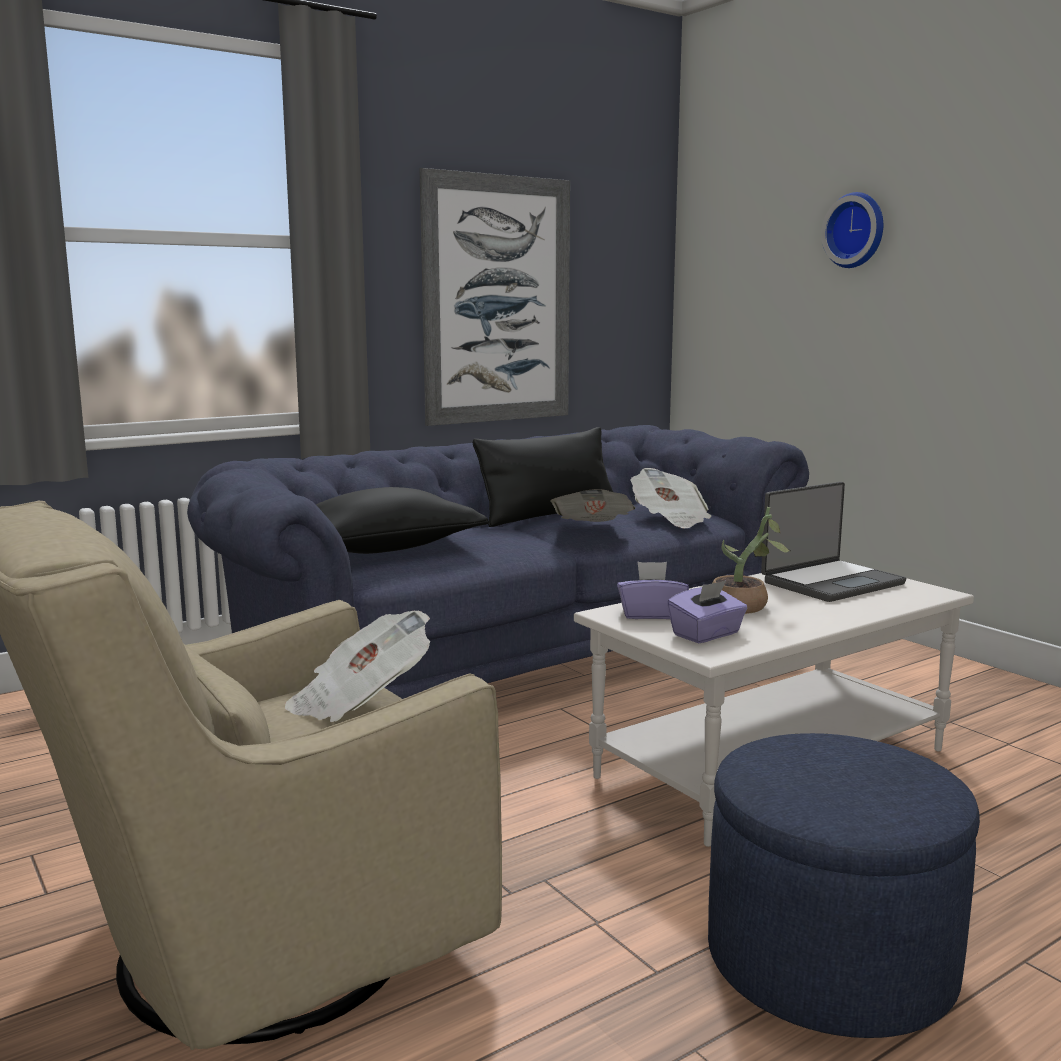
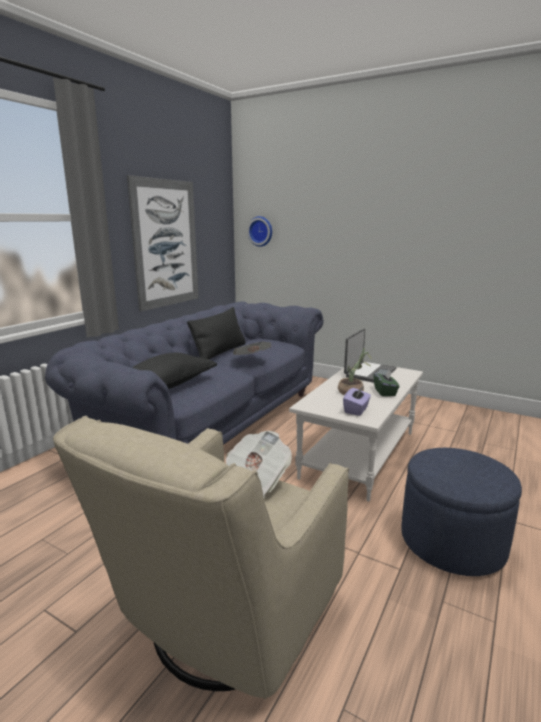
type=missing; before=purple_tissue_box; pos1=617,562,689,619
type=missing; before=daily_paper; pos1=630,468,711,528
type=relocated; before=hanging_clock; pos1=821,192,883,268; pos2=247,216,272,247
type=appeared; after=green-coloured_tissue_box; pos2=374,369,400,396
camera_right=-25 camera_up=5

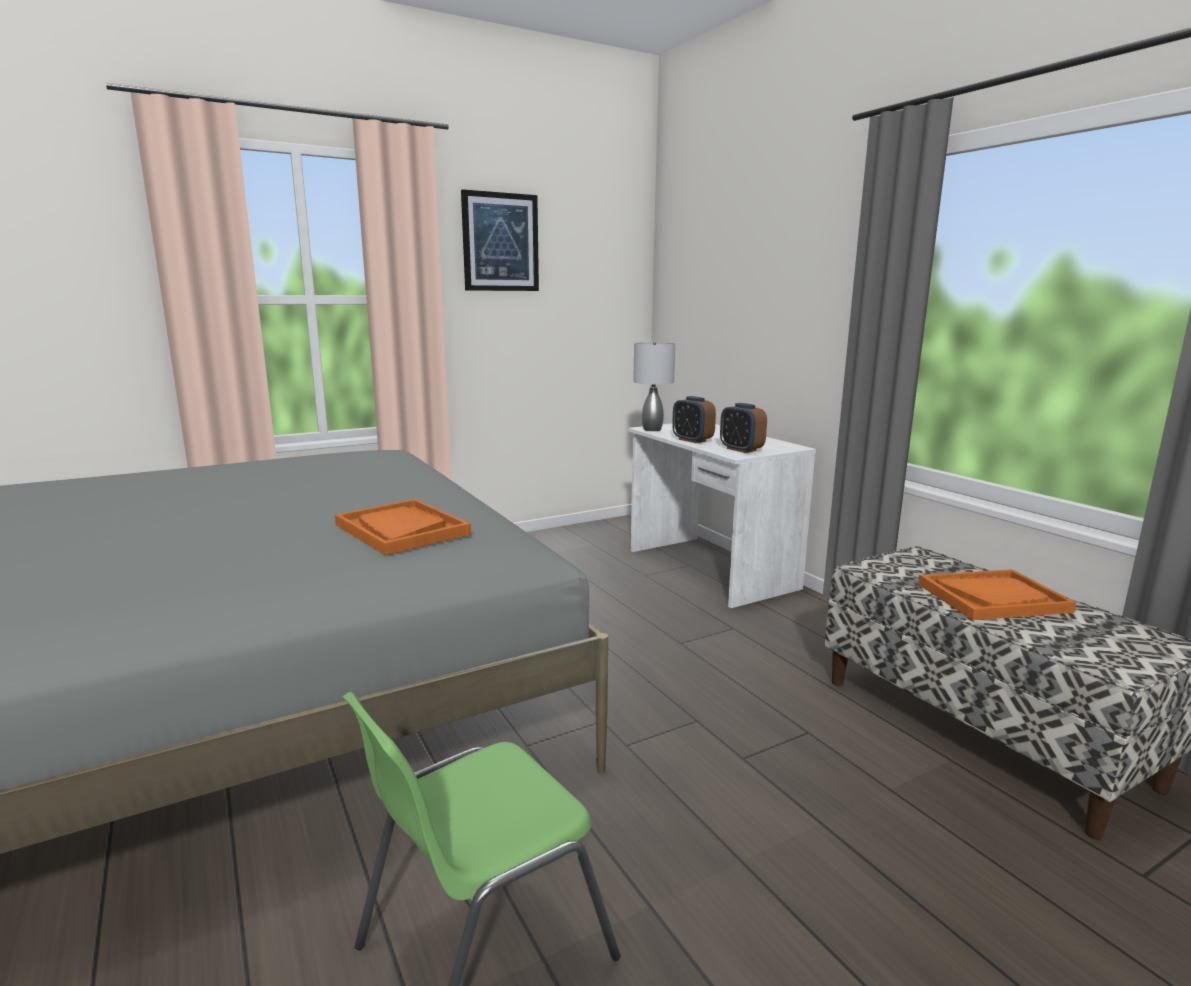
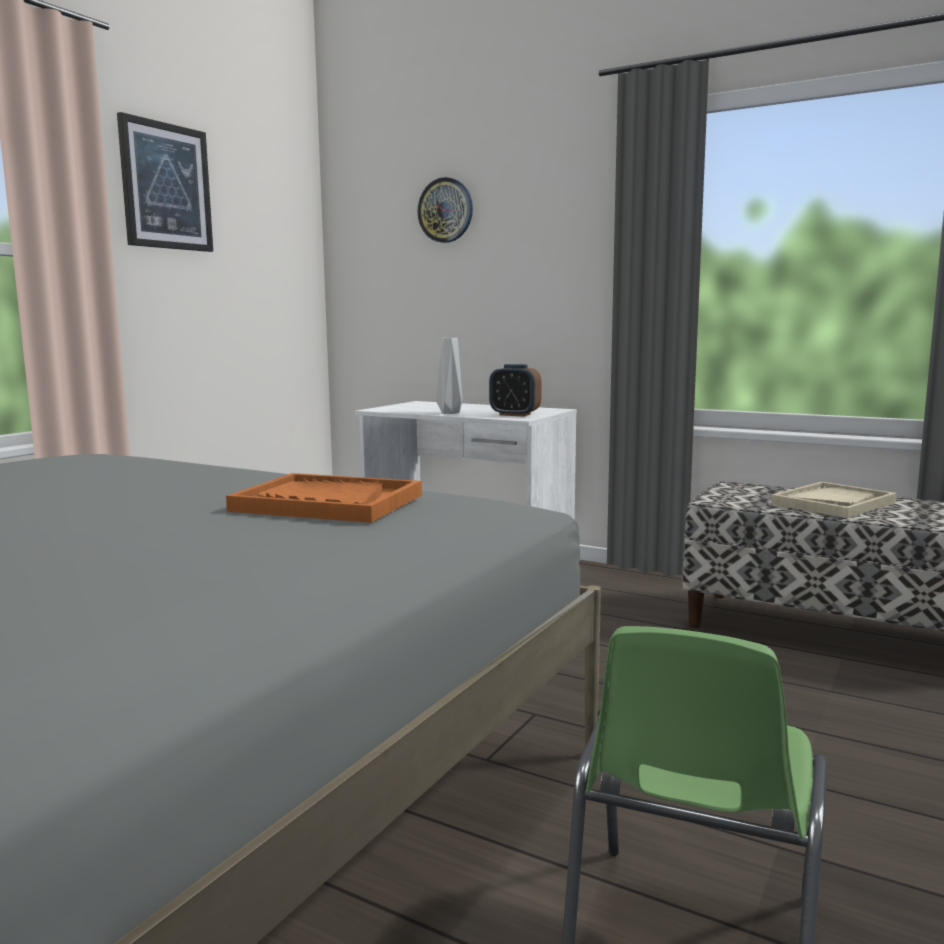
type=missing; before=grey_lamp_for_a_table; pos1=633,342,675,431
type=exchanged; before=alarm_clock; after=grey_vase; pos1=672,396,716,443; pos2=436,338,463,414
type=colour; before=orangey_tray; after=beige_tray; pos1=918,569,1076,620; pos2=771,482,897,518
type=appeared; after=hanging_clock; pos2=417,177,473,243
camera_right=-30 camera_up=-5

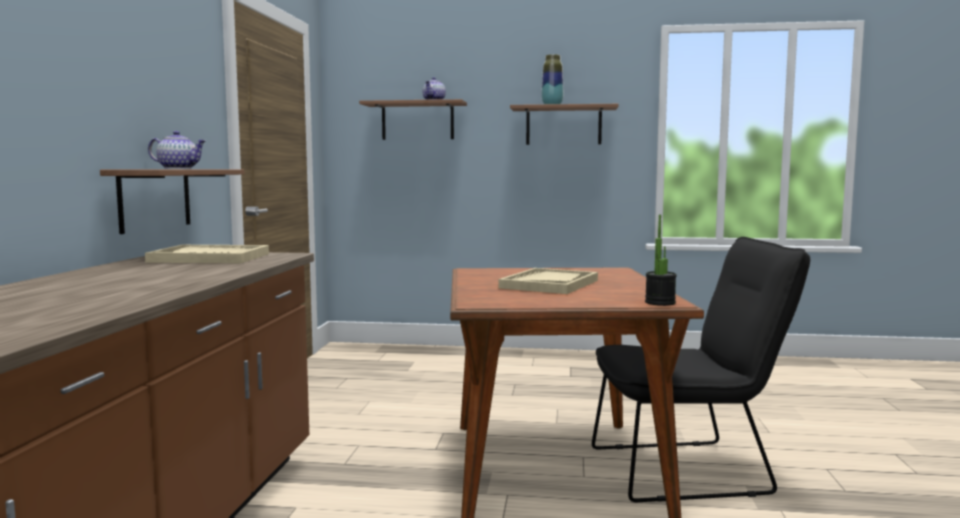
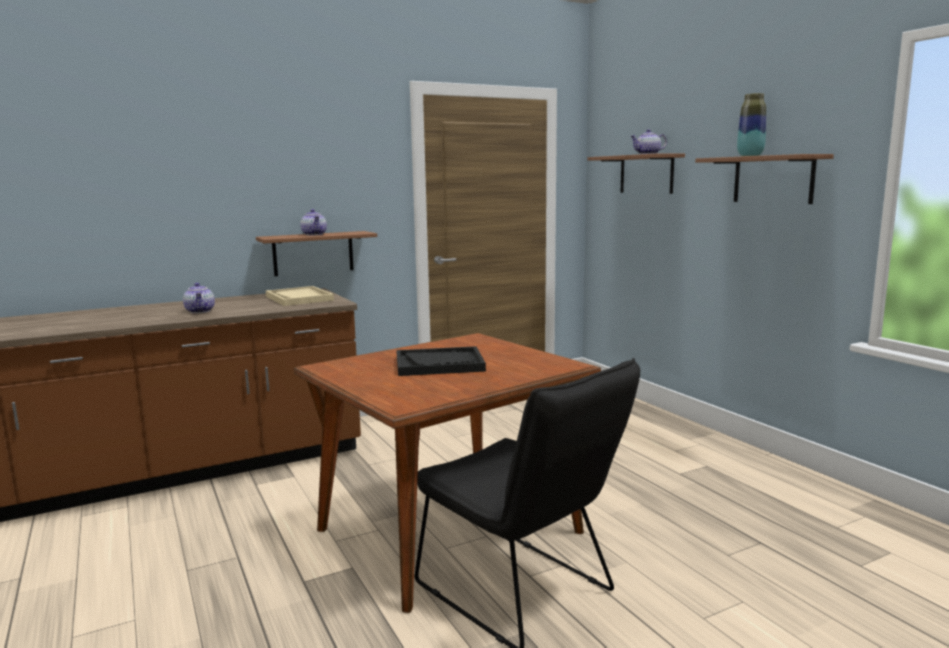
type=colour; before=beige_tray; after=black_tray; pos1=499,268,598,294; pos2=396,346,486,376
type=missing; before=plant_in_a_pot; pos1=645,215,677,306
type=appeared; after=pot_for_tea; pos2=183,283,215,313
camera_right=55 camera_up=5

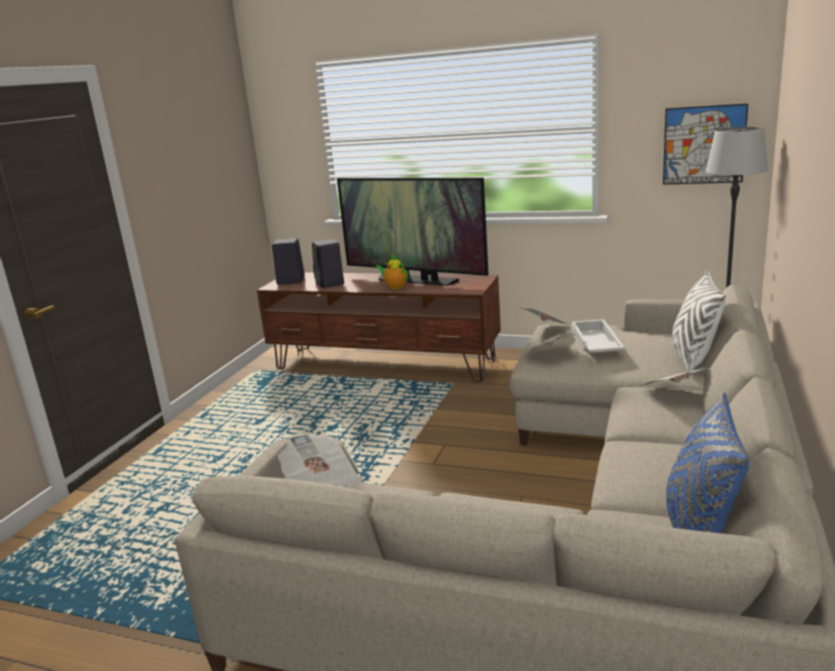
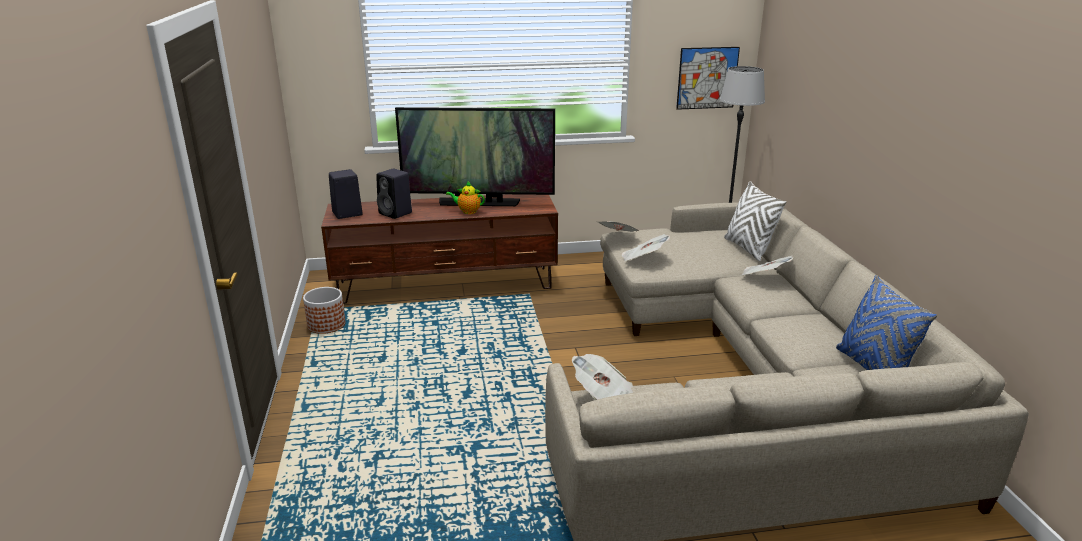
type=missing; before=white_tray; pos1=572,319,625,353
type=appeared; after=plant_pot; pos2=303,287,346,334
camera_right=-30 camera_up=5

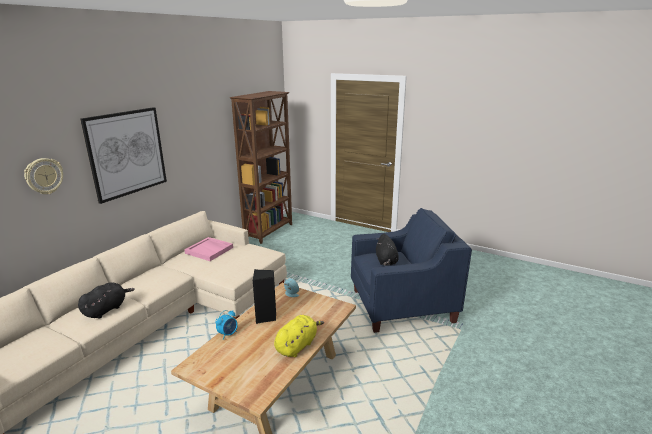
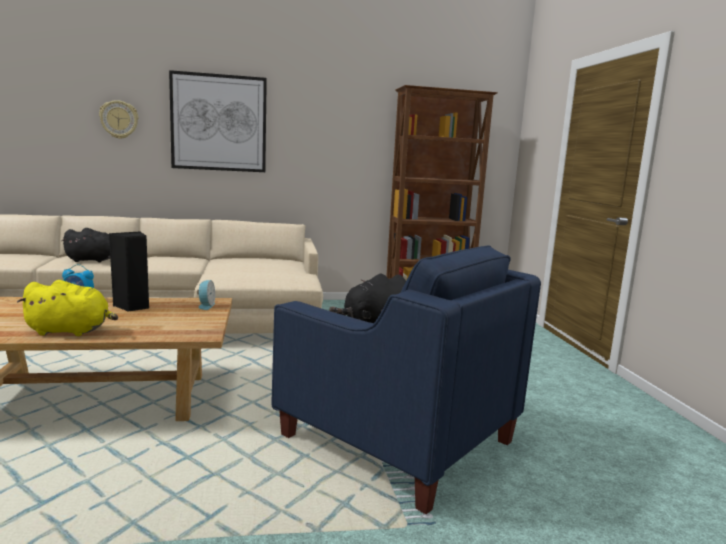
type=missing; before=pink-coloured_tray; pos1=184,237,233,261
camera_right=50 camera_up=-10

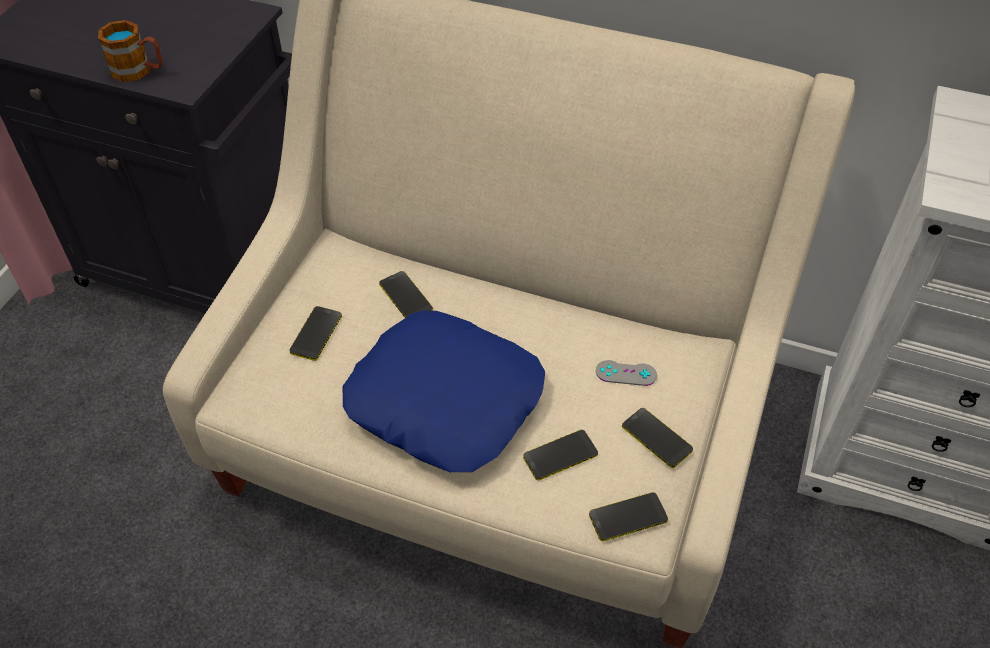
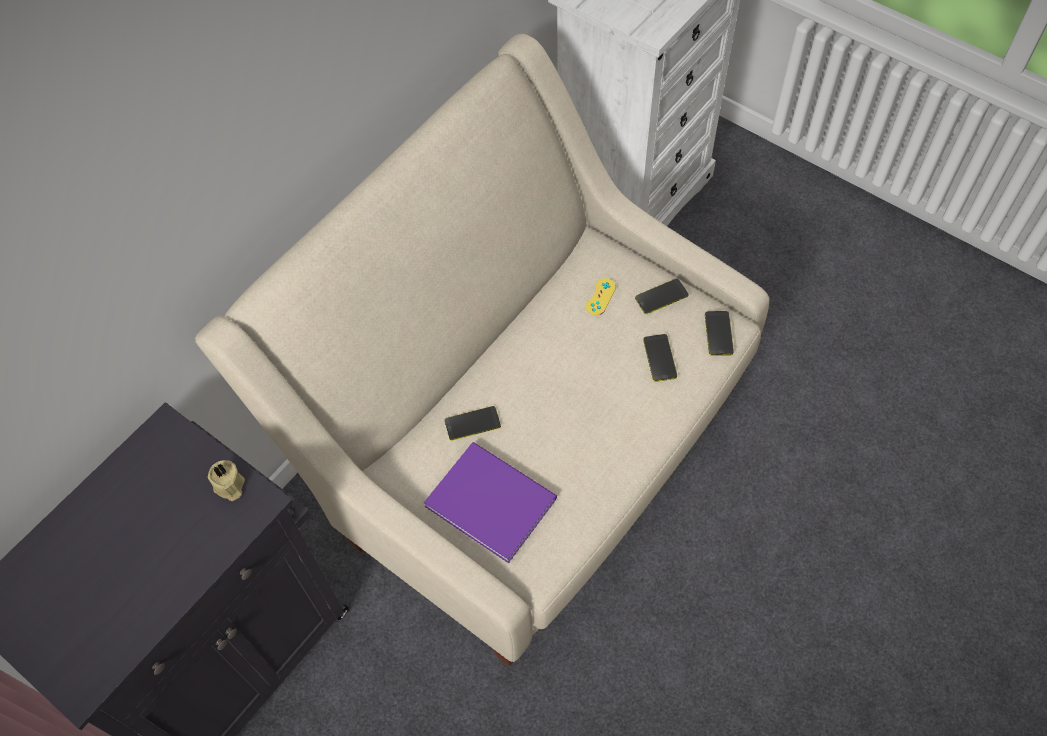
type=missing; before=coffee_mug; pos1=98,20,162,82
type=exchanged; before=phone; after=purple_volume; pos1=289,306,342,361; pos2=424,442,557,563
type=missing; before=bluish_throw_pillow; pos1=343,311,545,472
type=colour; before=grey_game_controller; after=yellowish_game_controller; pos1=596,360,657,386; pos2=586,278,616,315
type=appeared; after=beige_wax_candle; pos2=208,460,245,501
camera_right=-70 camera_up=10

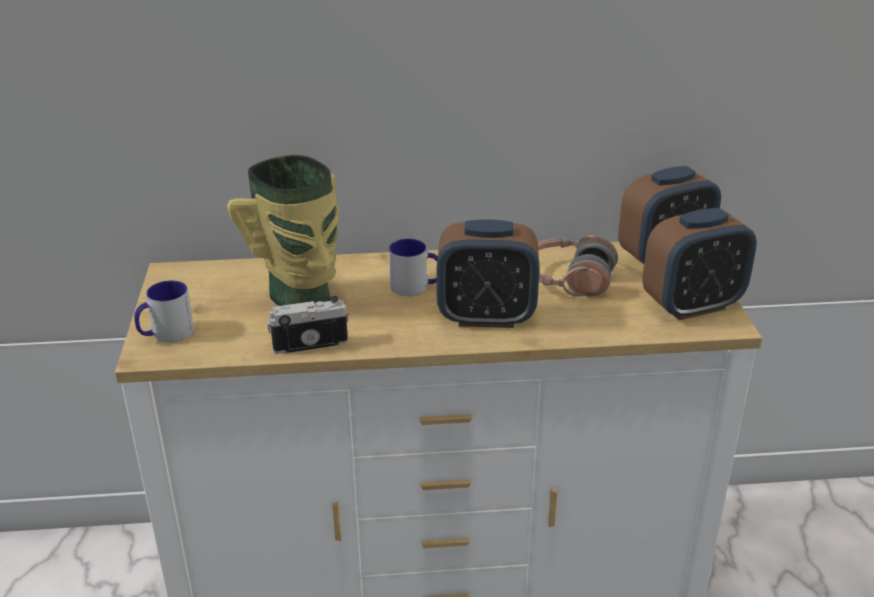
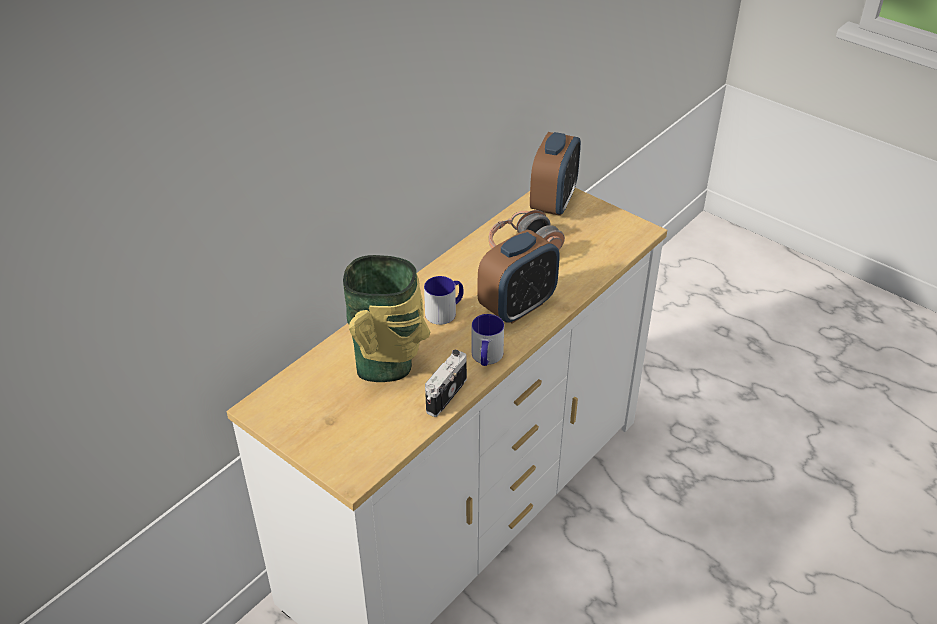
type=relocated; before=coffee_mug; pos1=134,280,194,343; pos2=472,314,504,366
type=missing; before=alarm_clock; pos1=642,208,757,320
camera_right=-45 camera_up=10

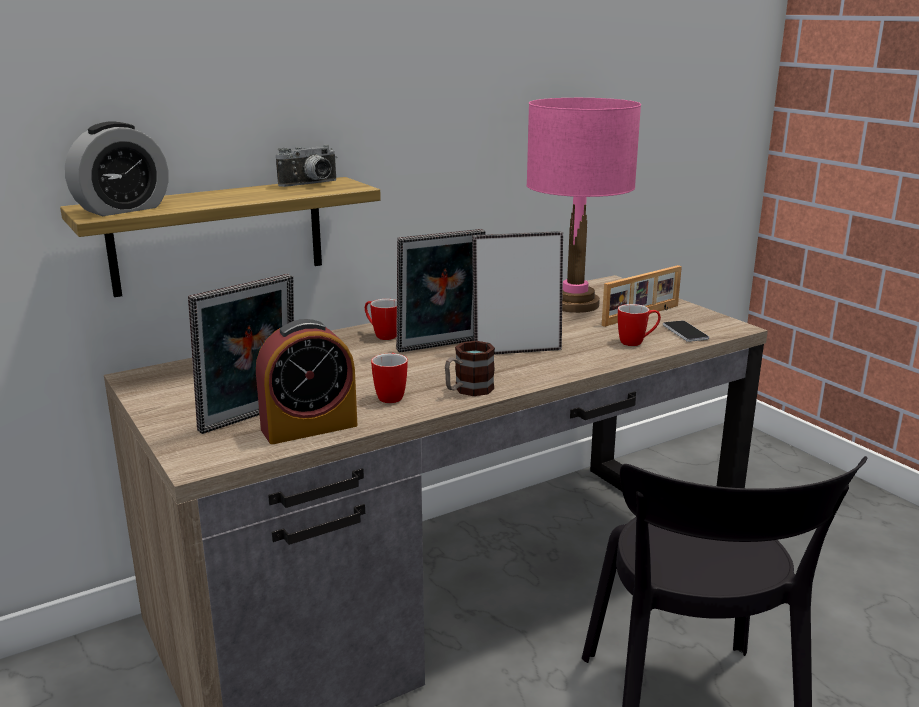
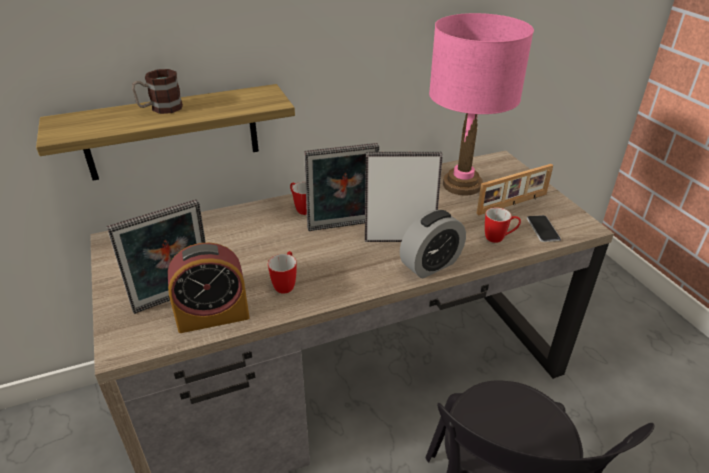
type=relocated; before=alarm_clock; pos1=65,122,168,216; pos2=400,210,466,278
type=missing; before=still_camera; pos1=276,145,337,187
type=relocated; before=coffee_mug; pos1=445,341,495,396; pos2=132,69,183,114
camera_right=10 camera_up=15

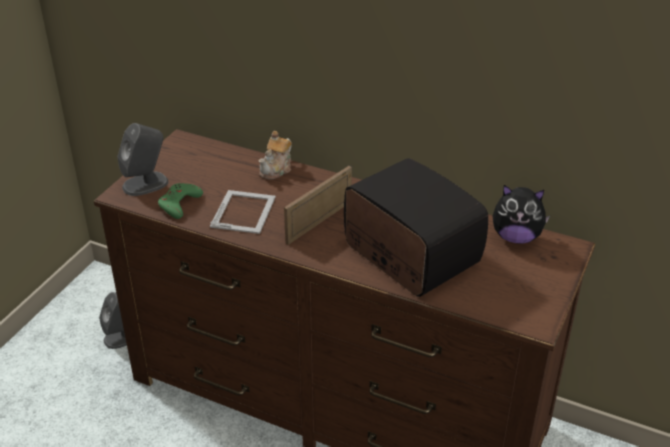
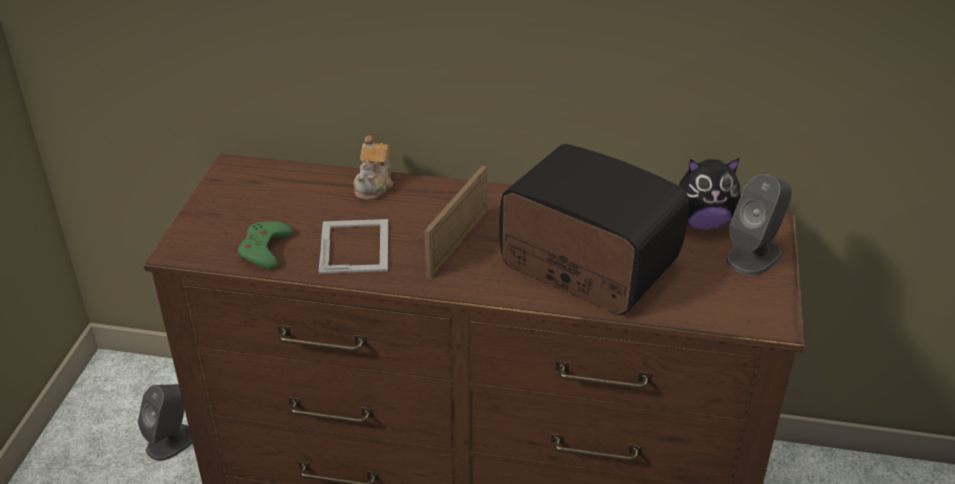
type=relocated; before=grey_loudspeaker; pos1=117,123,168,196; pos2=725,174,792,276
camera_right=-15 camera_up=0

